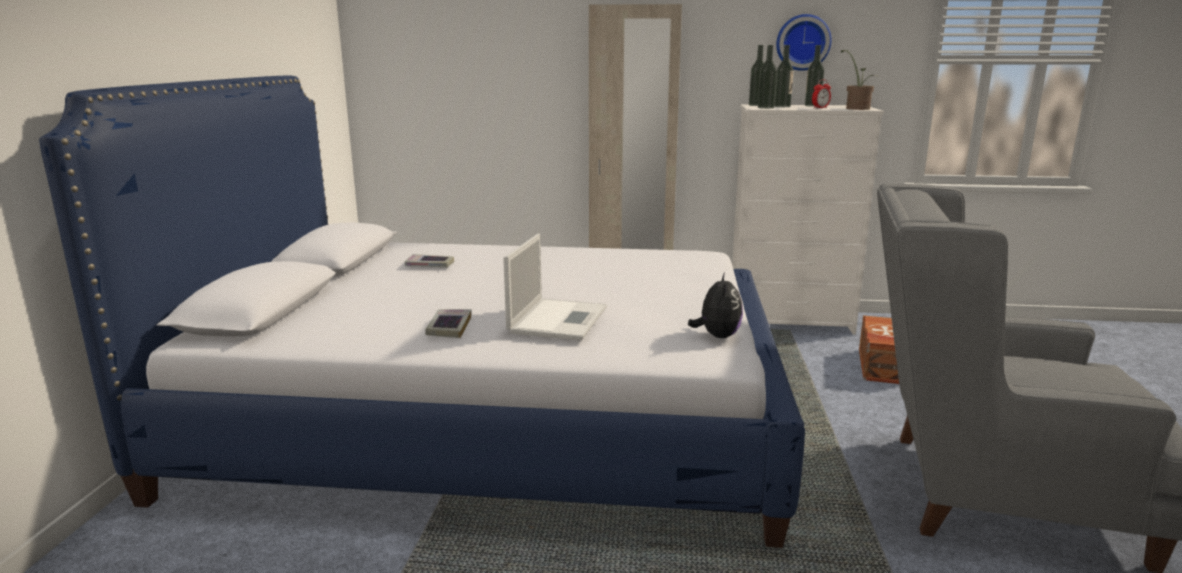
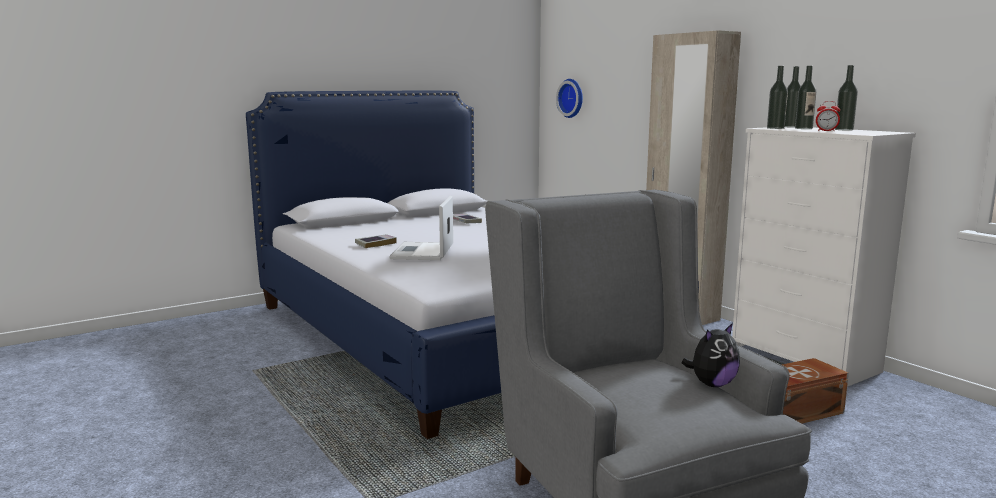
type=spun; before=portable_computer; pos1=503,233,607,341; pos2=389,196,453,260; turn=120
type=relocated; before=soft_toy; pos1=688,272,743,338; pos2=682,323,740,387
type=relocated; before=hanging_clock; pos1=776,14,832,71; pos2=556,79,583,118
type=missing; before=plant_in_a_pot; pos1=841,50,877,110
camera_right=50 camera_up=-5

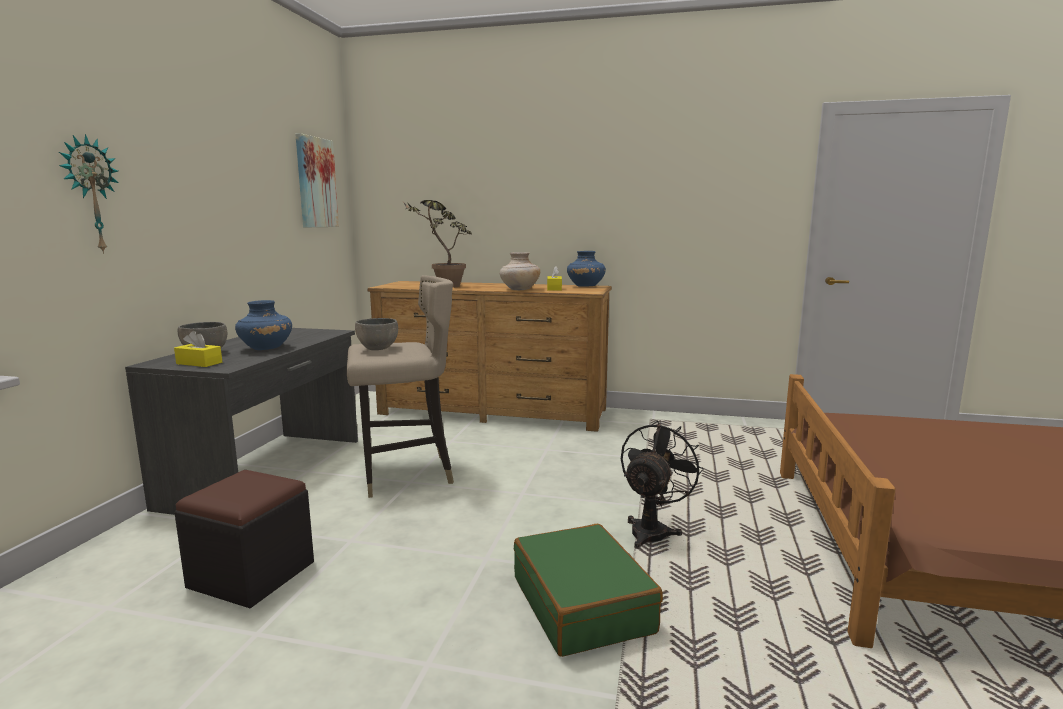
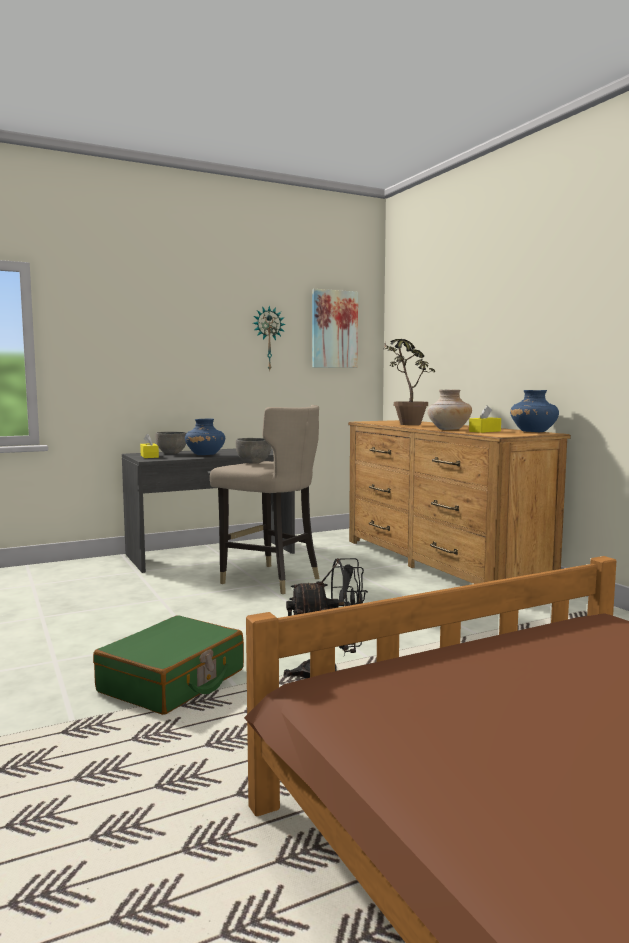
type=relocated; before=hanging_clock; pos1=59,134,119,254; pos2=253,305,286,372
type=missing; before=black_footrest; pos1=175,470,314,608
camera_right=50 camera_up=-5

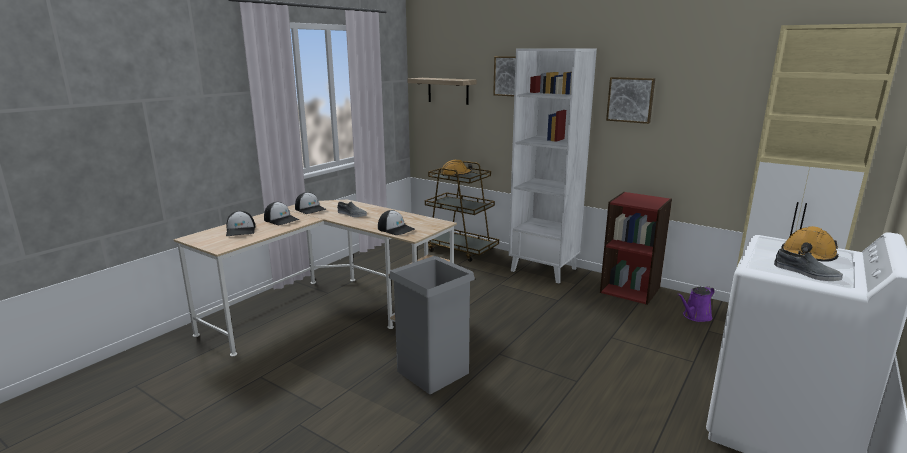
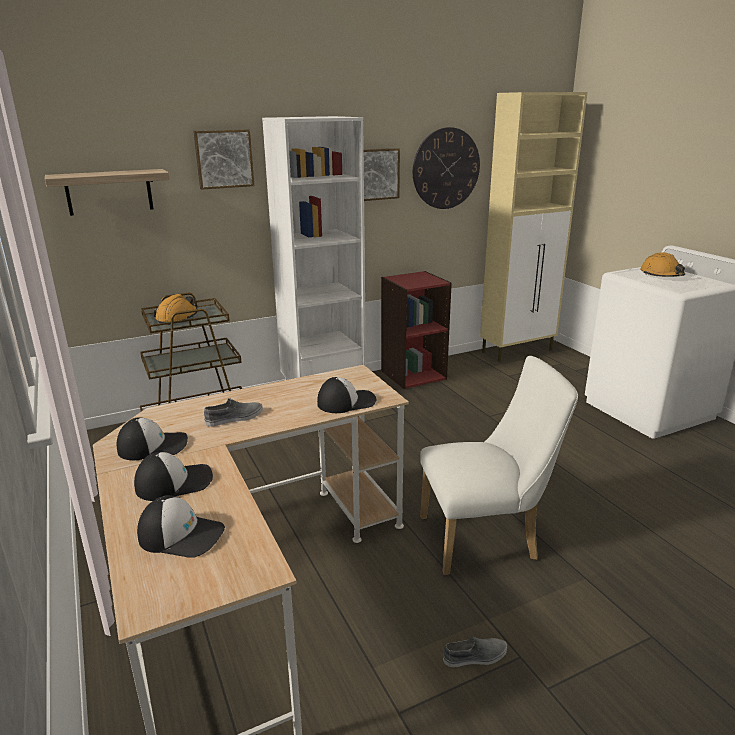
type=exchanged; before=grey_rubbish_bin; after=white_upright_chair; pos1=389,256,475,394; pos2=420,356,578,575
type=missing; before=purple_sprinkling_can; pos1=677,286,715,322
type=relocated; before=grey_low_shoe; pos1=774,249,843,281; pos2=443,636,507,667
type=appeared; after=hanging_clock; pos2=413,127,480,209
camera_right=-60 camera_up=5

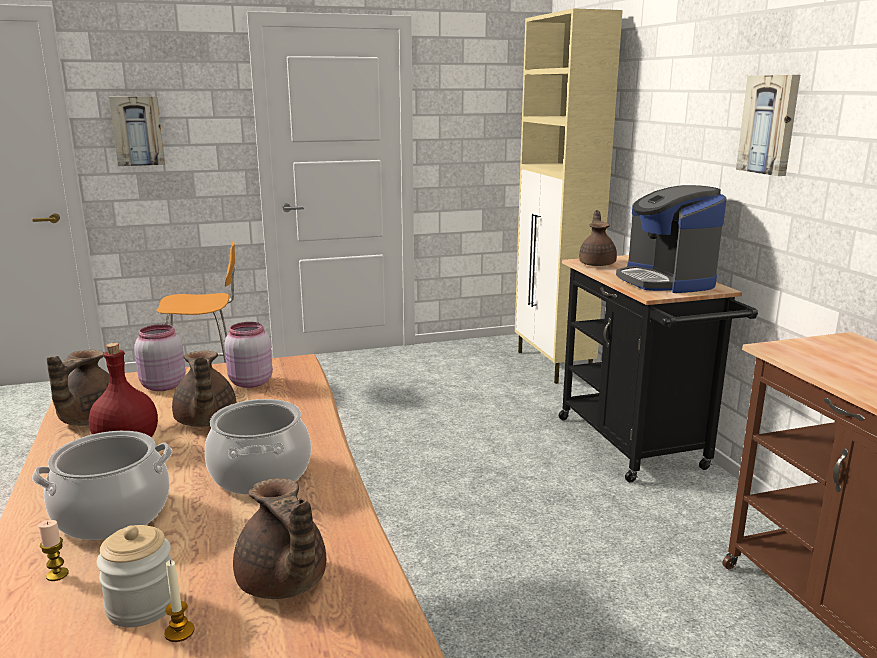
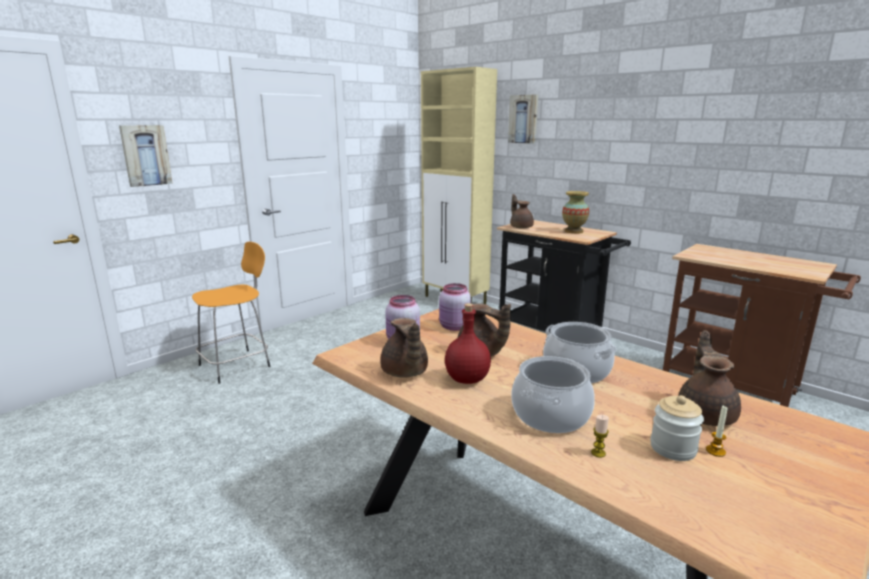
type=spun; before=brownish_pot_for_tea; pos1=233,478,326,599; pos2=678,330,741,426; turn=-105
type=exchanged; before=coffee_brewer; after=vase; pos1=616,185,727,293; pos2=562,191,589,234
type=relocated; before=wall_art; pos1=736,75,800,176; pos2=508,94,538,144
camera_right=-30 camera_up=0

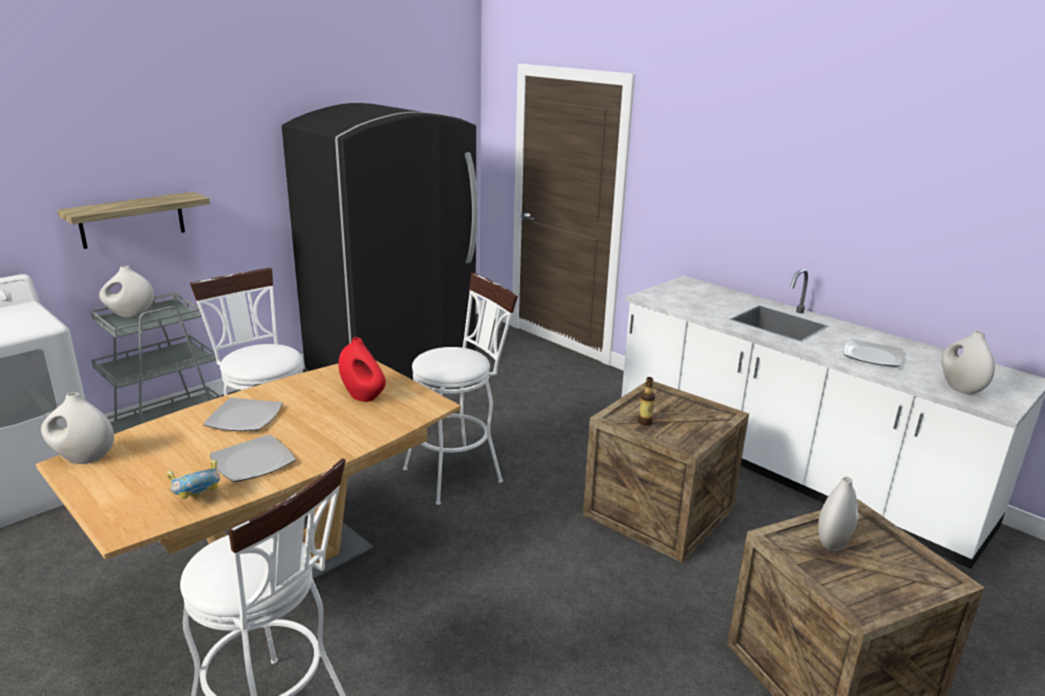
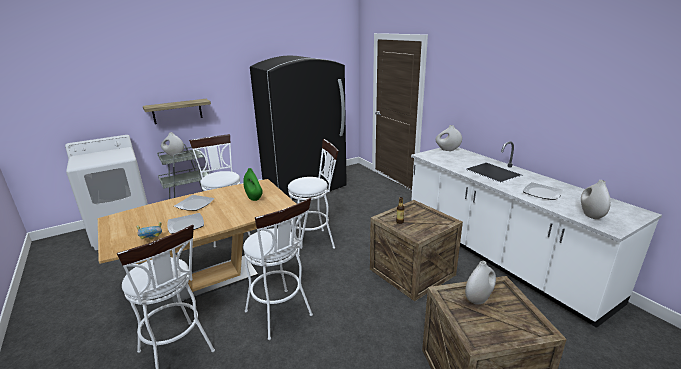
type=relocated; before=white_vase; pos1=41,392,114,464; pos2=436,125,462,151
type=colour; before=red_vase; after=green-coloured_vase; pos1=339,337,386,402; pos2=243,168,263,201
type=appeared; after=white_stool_seat; pos2=243,198,313,340
camera_right=15 camera_up=0

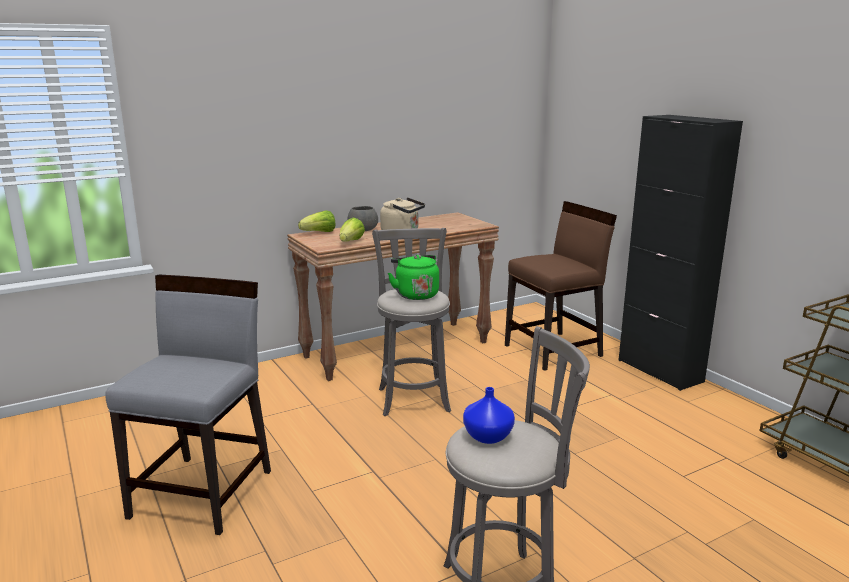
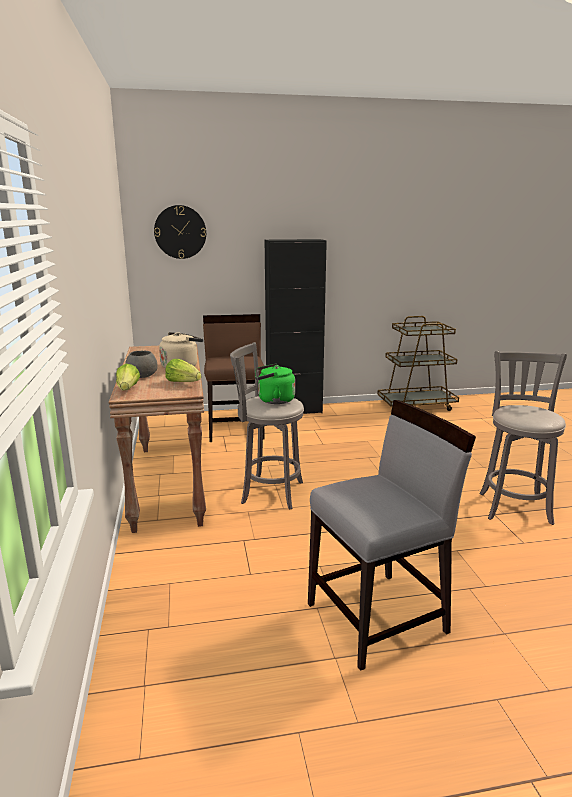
type=spun; before=grey_upright_chair; pos1=105,275,271,535; pos2=308,400,476,671; turn=120
type=missing; before=bluish_vase; pos1=463,387,515,444
type=appeared; after=hanging_clock; pos2=154,205,206,259
camera_right=-70 camera_up=0

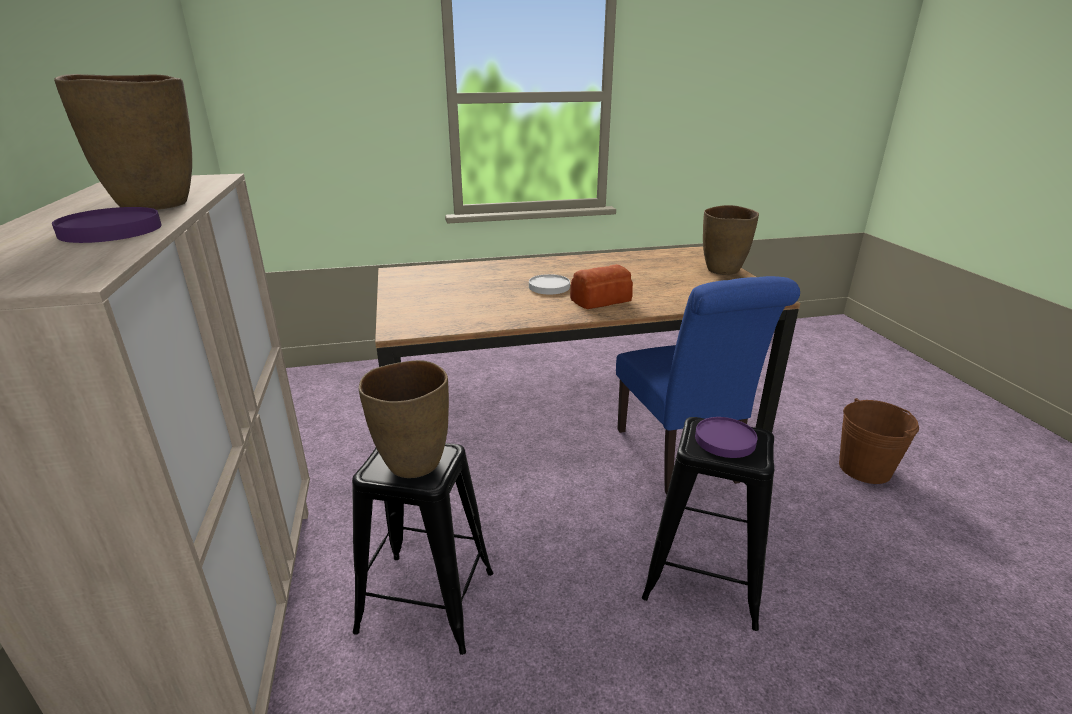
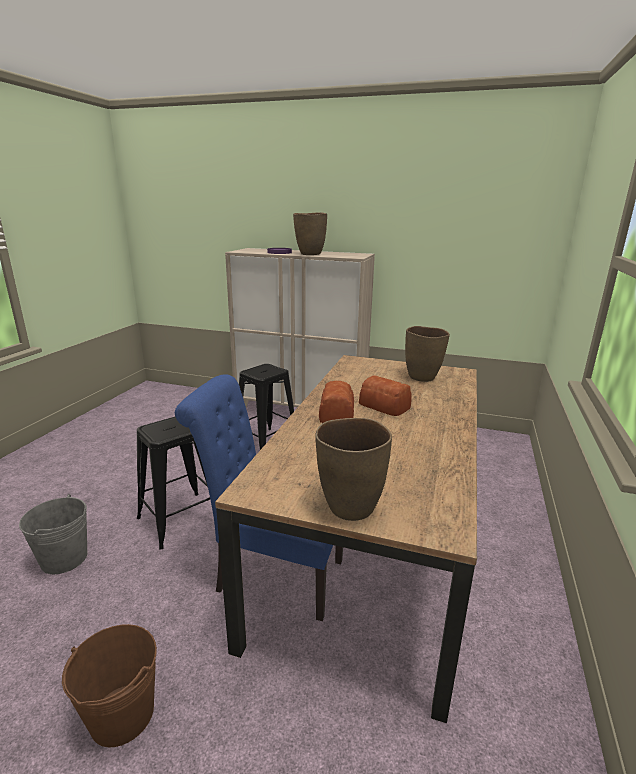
type=relocated; before=brownish_vase; pos1=359,360,449,478; pos2=405,326,450,382
type=exchanged; before=white_dinner_plate; after=bakery_bread; pos1=529,274,570,294; pos2=359,375,411,416
type=missing; before=purple_dinner_plate; pos1=695,417,757,458
type=appeared; after=grey_pail; pos2=19,494,88,574
camera_right=120 camera_up=-5

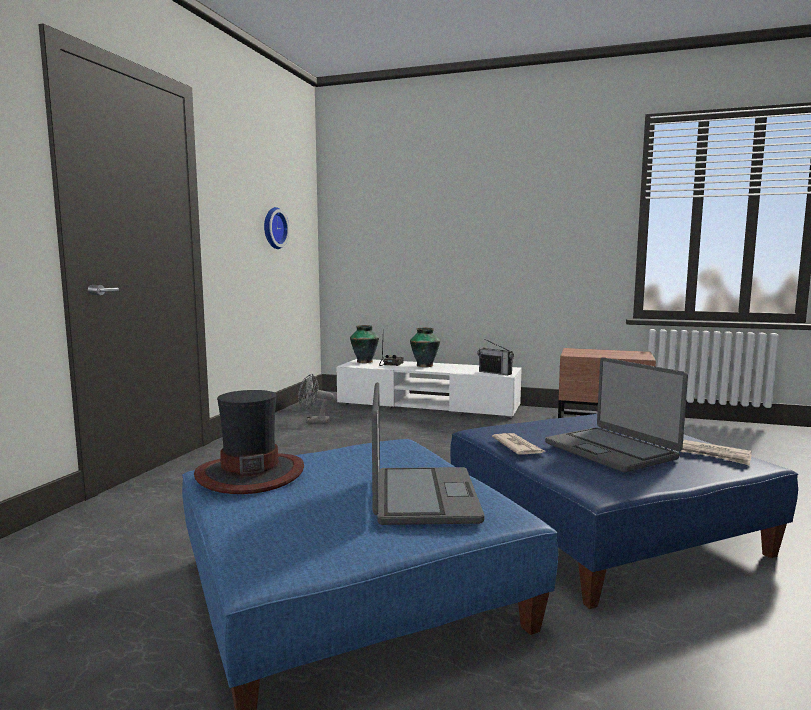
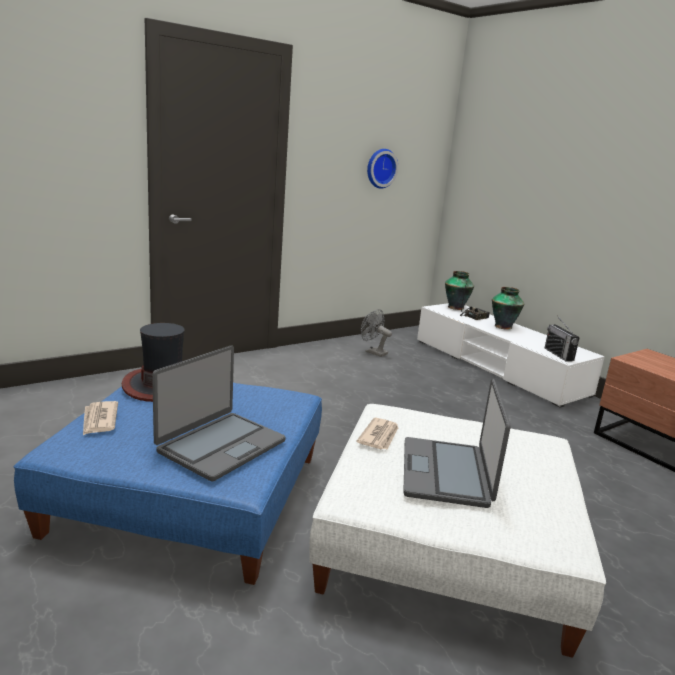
type=colour; before=bluish_footrest; after=white_footrest; pos1=450,414,798,609; pos2=309,404,606,658
type=relocated; before=daily_paper; pos1=681,440,752,465; pos2=83,401,118,435
camera_right=35 camera_up=10

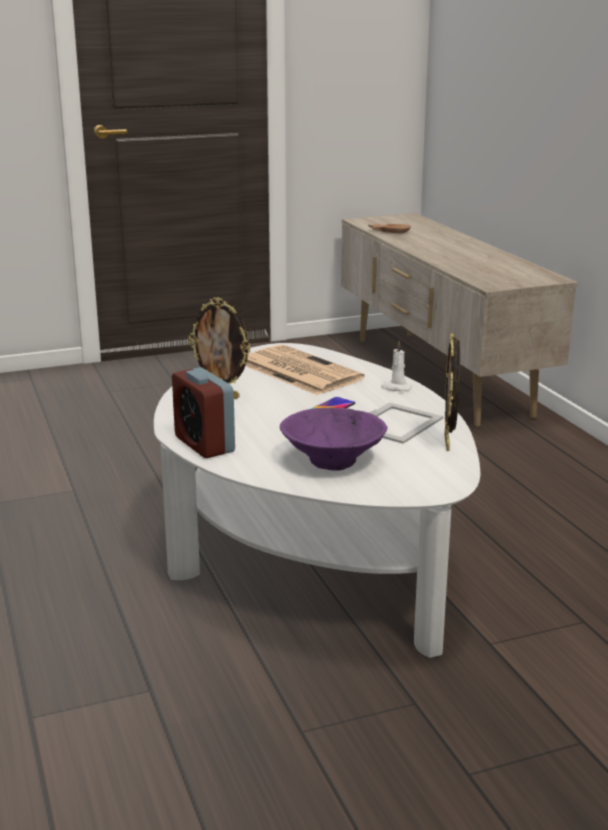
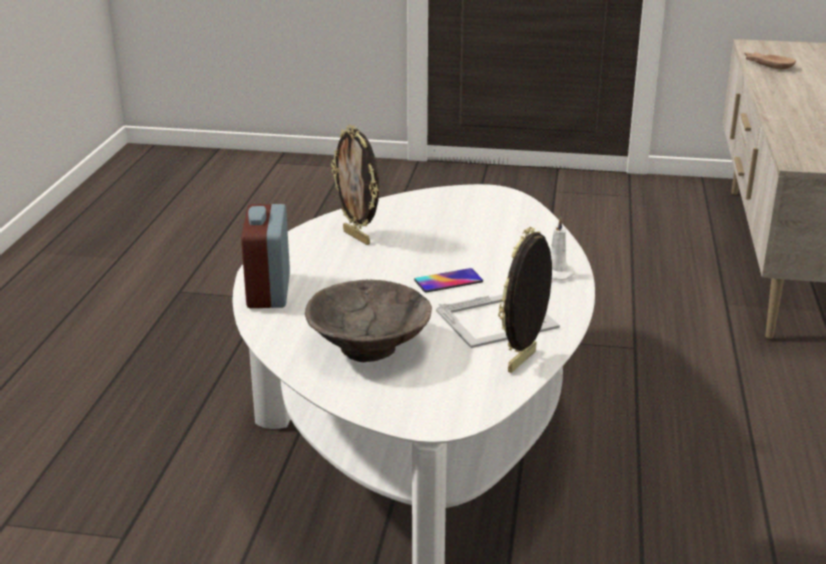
type=missing; before=daily_paper; pos1=245,345,365,395
type=colour; before=purple_serving_bowl; after=brownish_serving_bowl; pos1=280,407,387,470; pos2=305,280,432,362
camera_right=30 camera_up=5

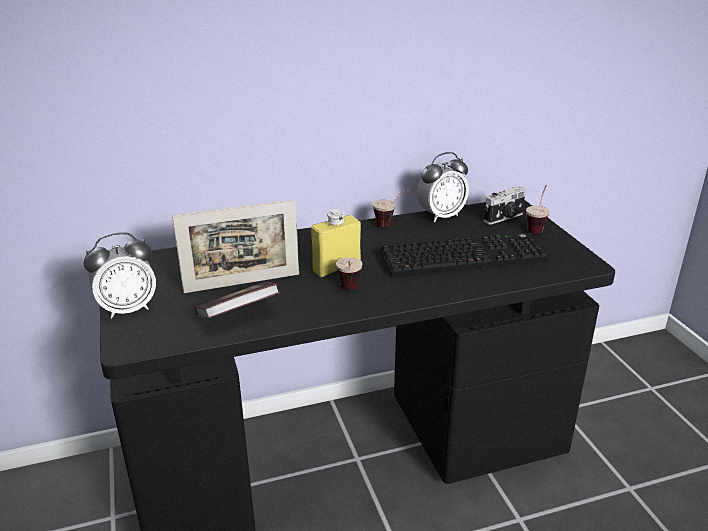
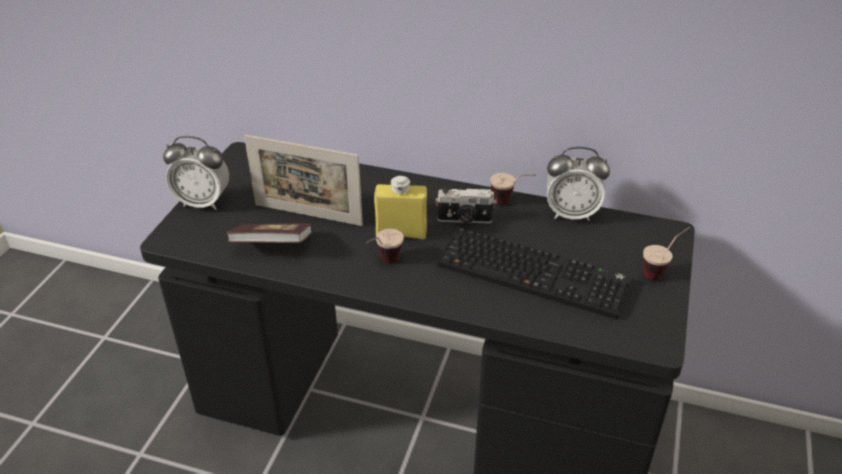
type=relocated; before=still_camera; pos1=484,186,526,225; pos2=435,188,496,224
camera_right=35 camera_up=10

